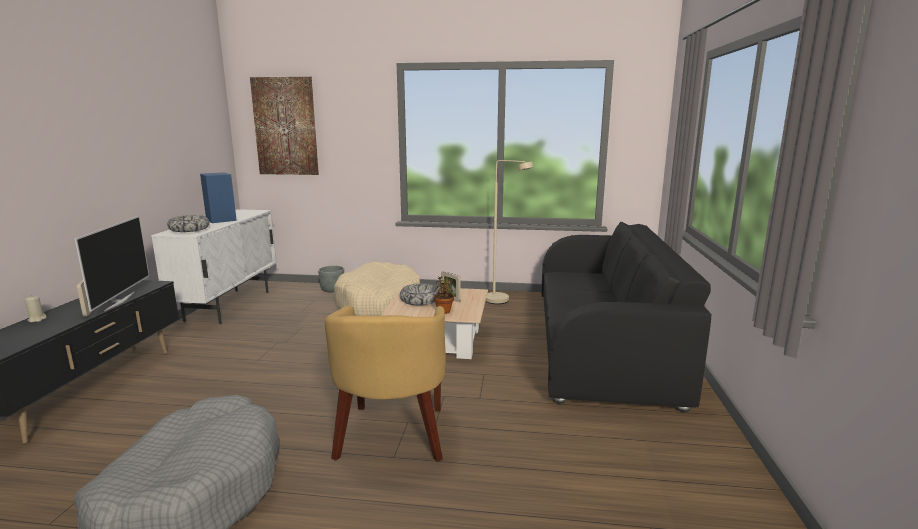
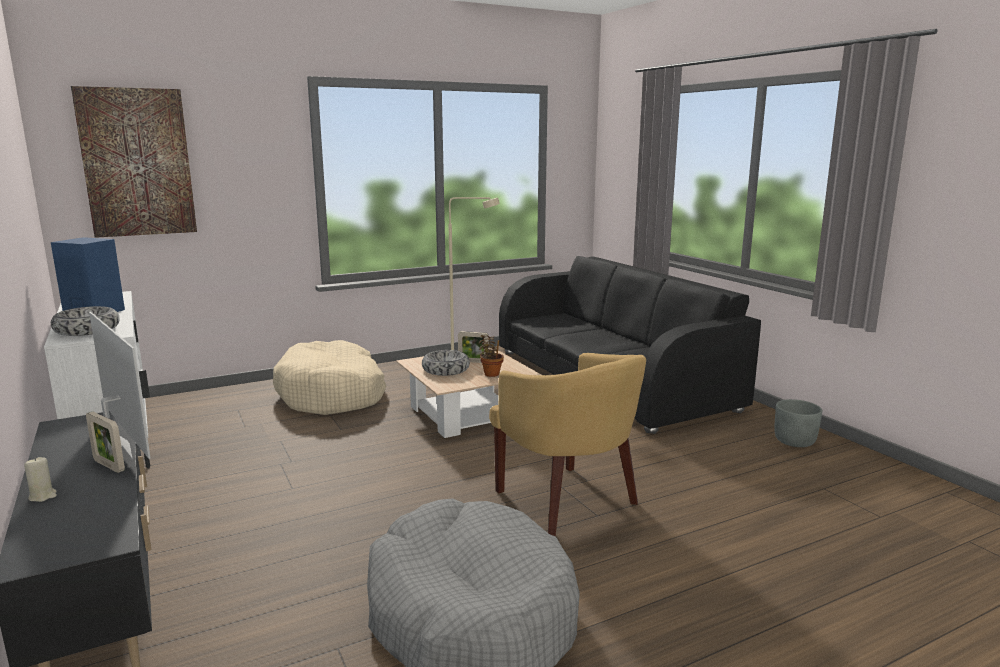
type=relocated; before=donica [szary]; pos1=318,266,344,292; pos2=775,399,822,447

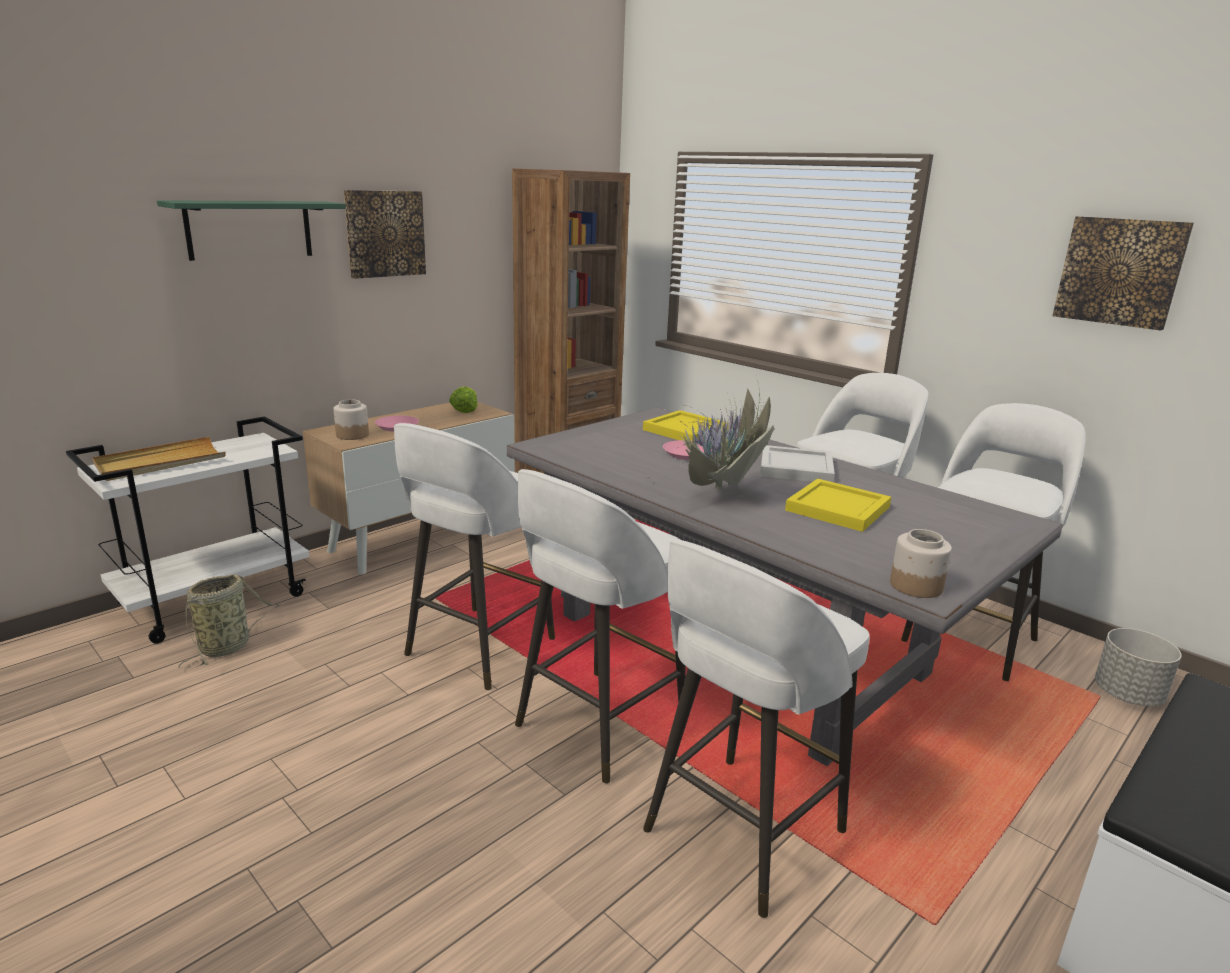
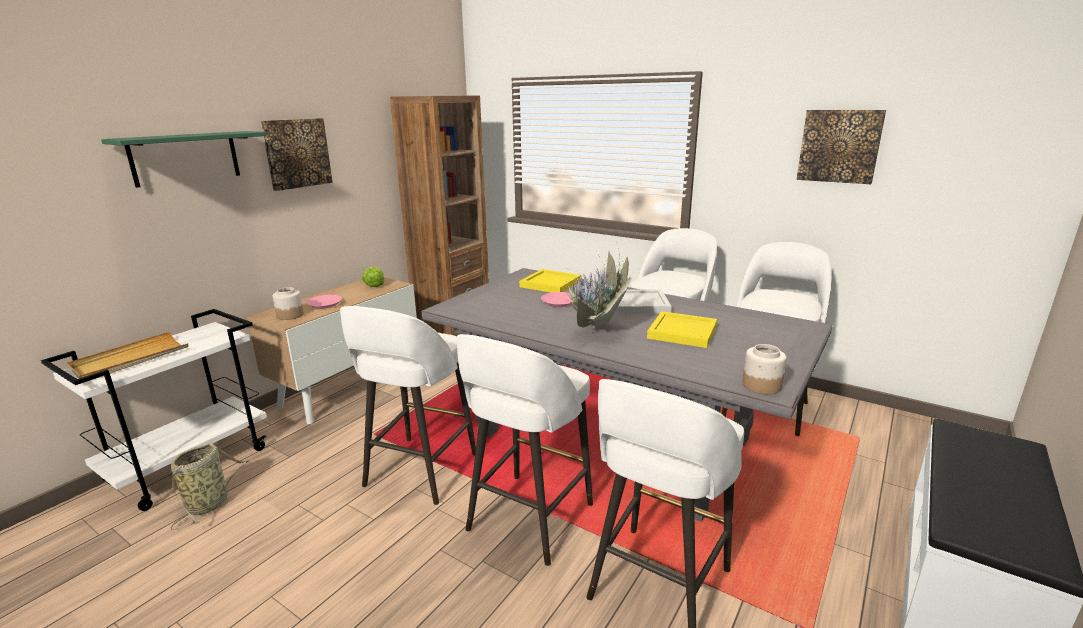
type=missing; before=donica [szary]; pos1=1095,628,1182,706

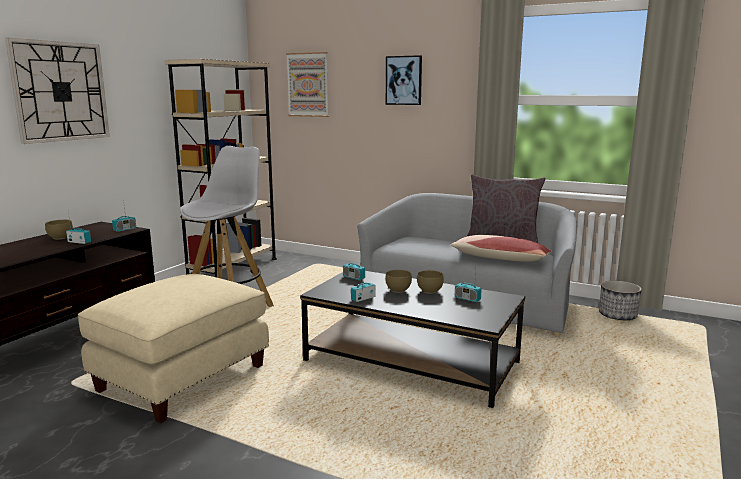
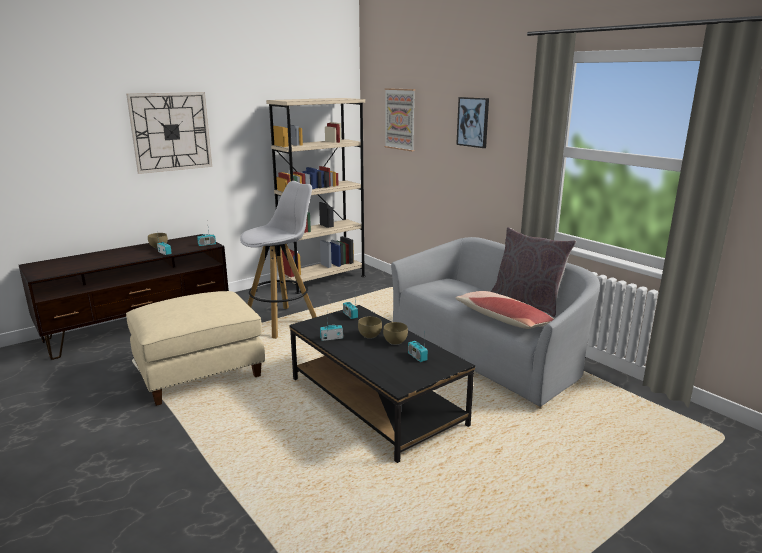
type=missing; before=donica; pos1=599,281,642,320

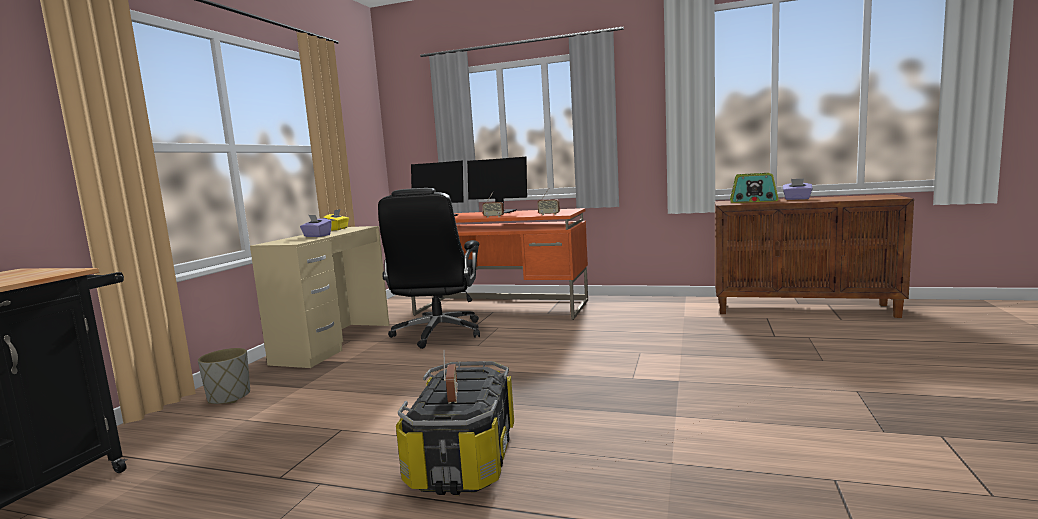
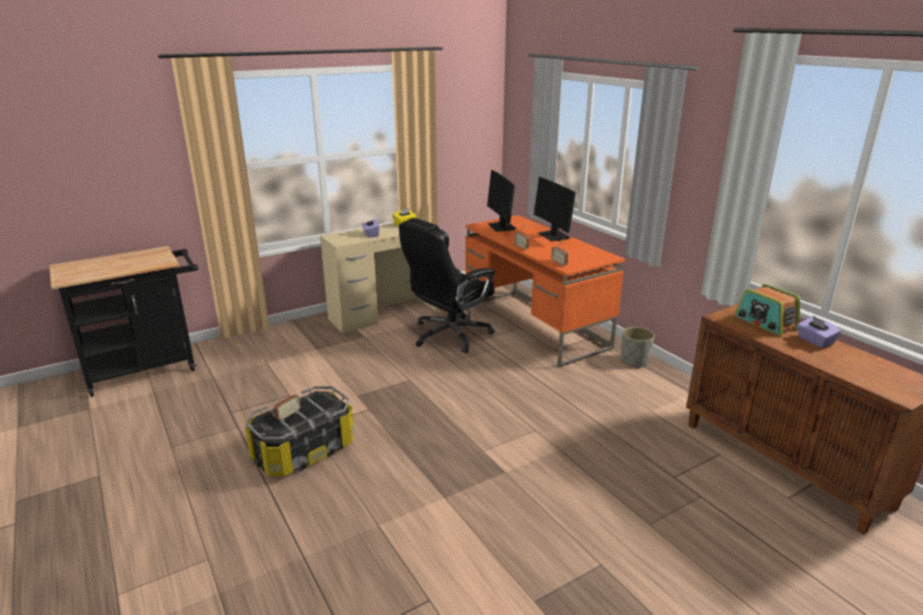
type=relocated; before=donica [szary]; pos1=198,348,250,404; pos2=621,327,655,368

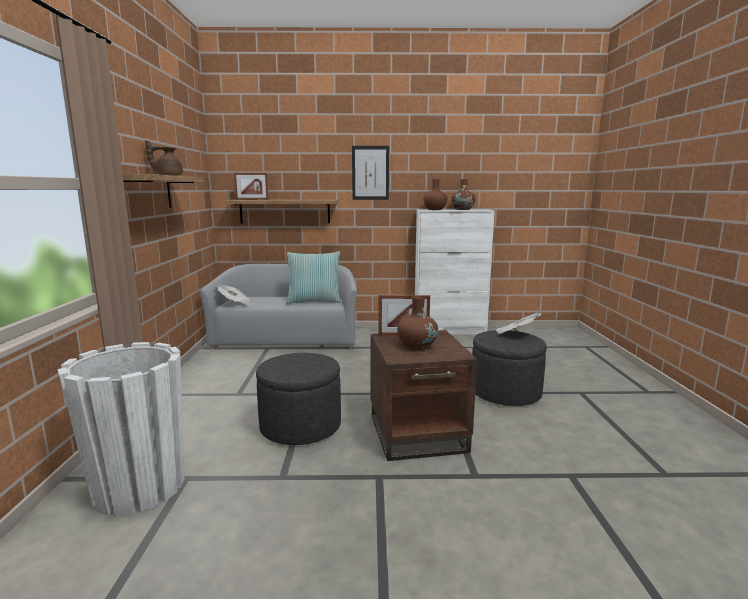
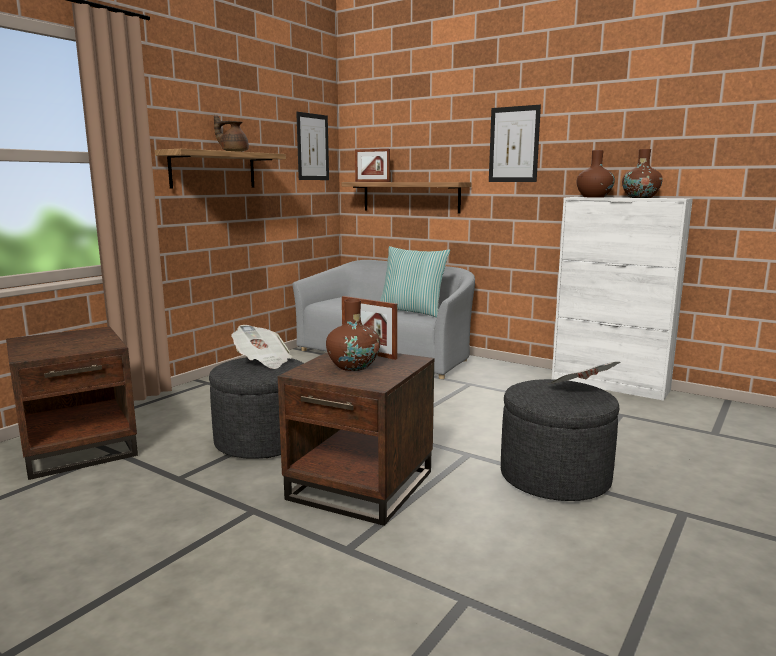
type=appeared; after=obraz; pos2=296,112,329,180
type=relocated; before=gazeta; pos1=217,284,250,305; pos2=231,325,292,369
type=exchanged; before=donica [biały]; after=stolik [brązowy]; pos1=58,342,185,516; pos2=6,327,138,480

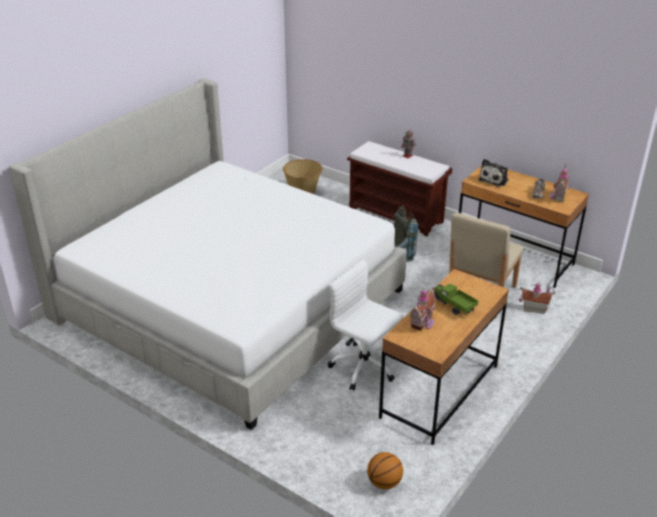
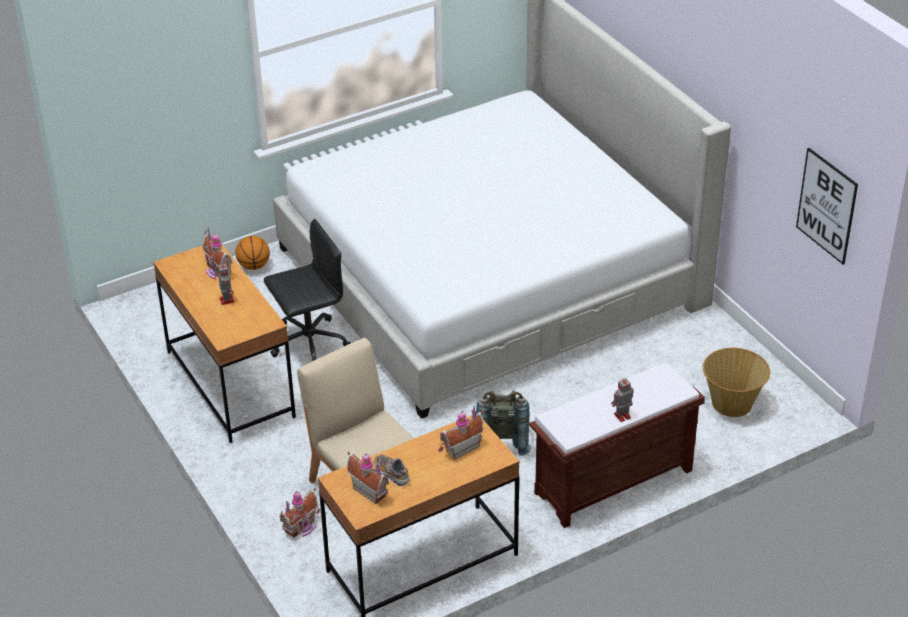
type=appeared; after=obraz; pos2=796,148,858,265
type=relocated; before=piłka do koszykówki; pos1=367,452,403,489; pos2=235,236,270,270
type=exchanged; before=ciężarówka zabawkowa; after=robot zabawkowy; pos1=433,284,478,315; pos2=218,262,235,305
type=exchanged; before=pluszak; after=domek; pos1=479,159,509,186; pos2=438,406,484,460
type=colour; before=krzesło biurowe [biały]; after=krzesło biurowe [czarny]; pos1=328,259,404,391; pos2=264,219,351,361

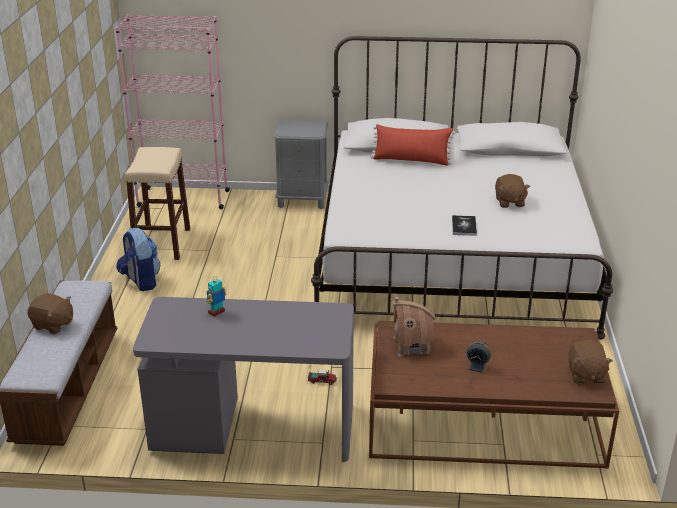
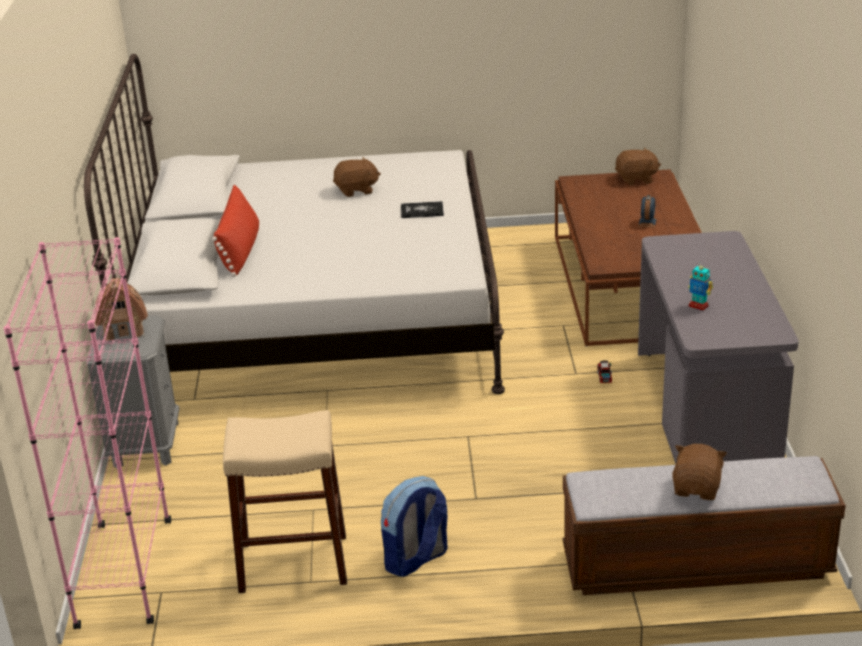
type=relocated; before=domek; pos1=393,297,436,357; pos2=95,278,148,342

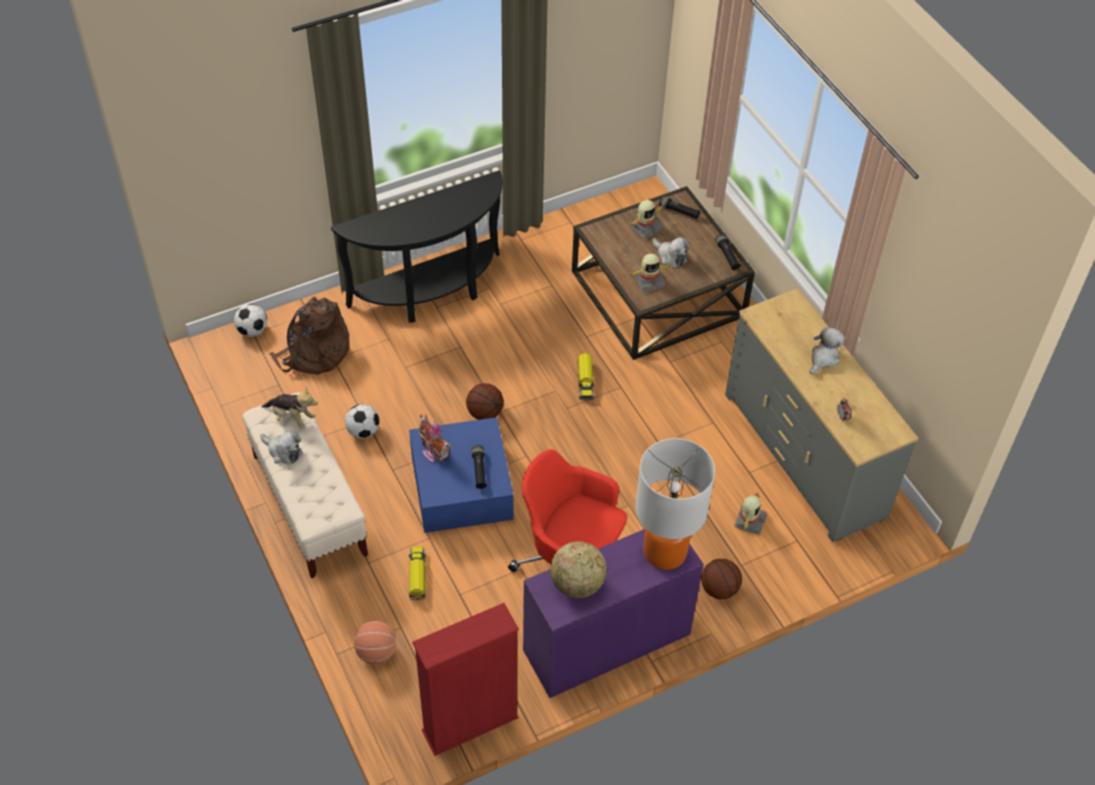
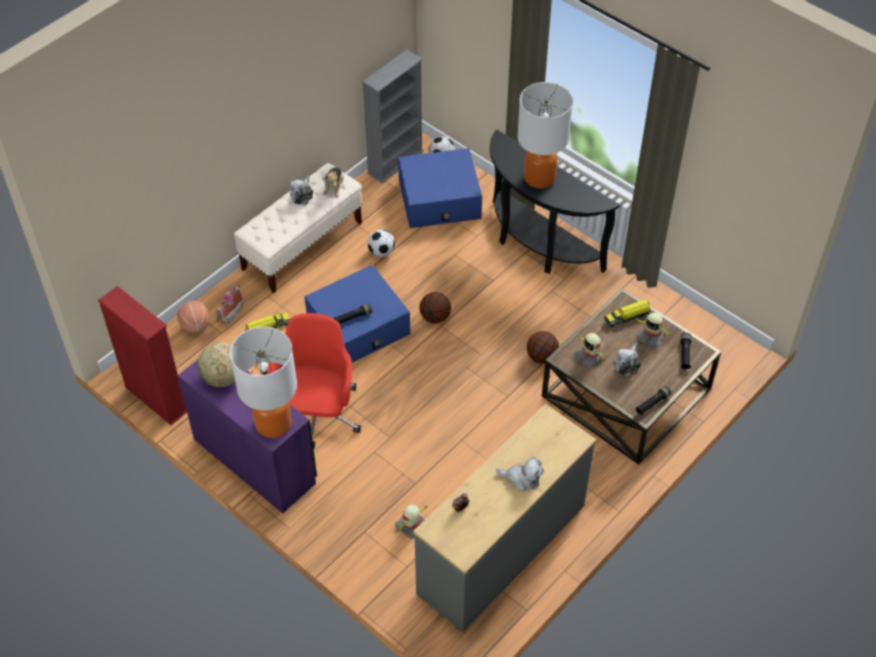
type=appeared; after=regał [szary]; pos2=362,50,424,183
type=appeared; after=lampa stołowa; pos2=517,82,573,189
type=relocated; before=domek; pos1=419,415,452,464; pos2=216,284,243,324
type=relocated; before=ciężarówka zabawkowa; pos1=578,353,594,400; pos2=604,300,651,328
type=relocated; before=piłka do koszykówki; pos1=701,559,742,599; pos2=527,331,559,364
type=exchanged; before=plecak [brązowy]; after=pojemnik do przechowywania [niebieski]; pos1=269,297,350,375; pos2=398,148,482,228
type=spun; before=robot zabawkowy; pos1=734,493,767,535; pos2=395,503,429,539; turn=135

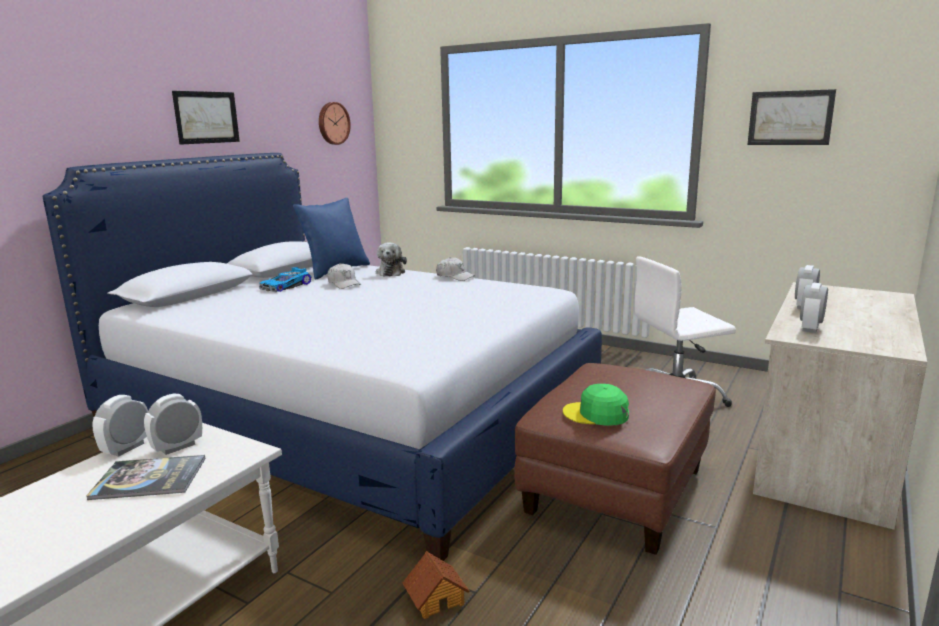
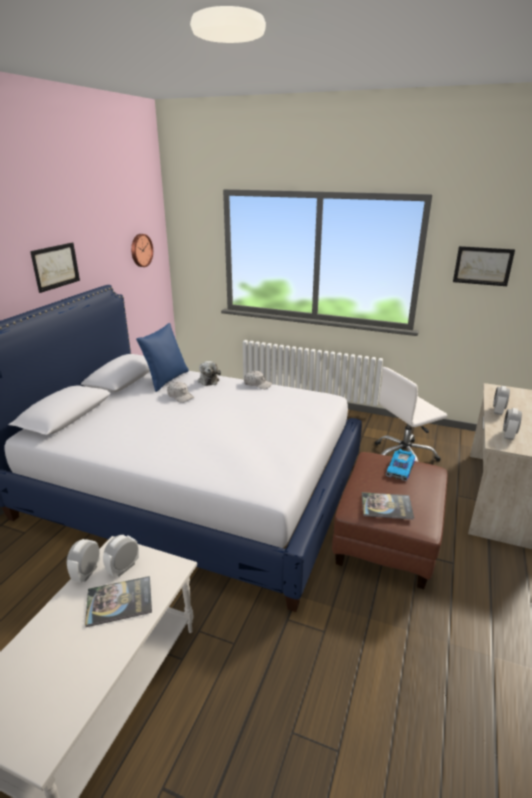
type=missing; before=domek; pos1=403,551,469,619
type=relocated; before=samochodzik; pos1=259,267,311,292; pos2=386,449,415,481
type=exchanged; before=czapka z daszkiem [zielony]; after=książka; pos1=563,384,629,426; pos2=362,492,414,520

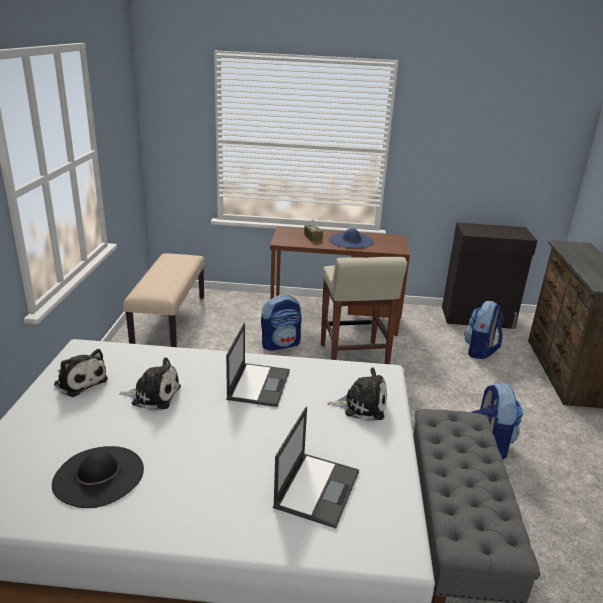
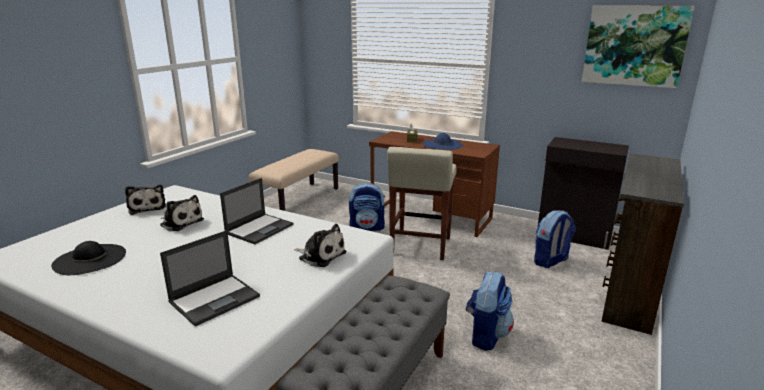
type=appeared; after=obraz; pos2=582,6,695,88

